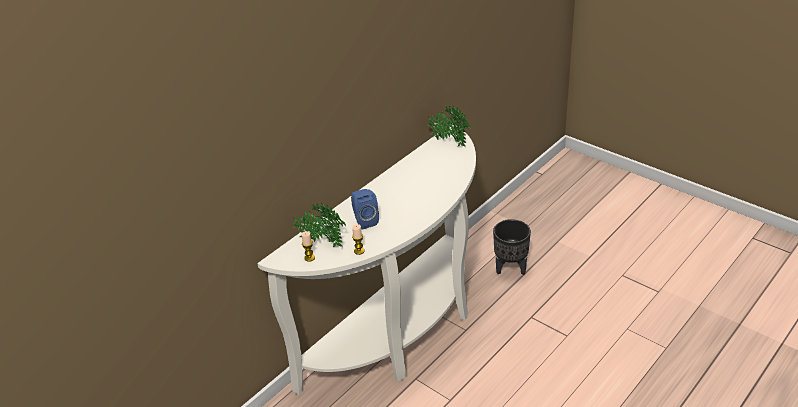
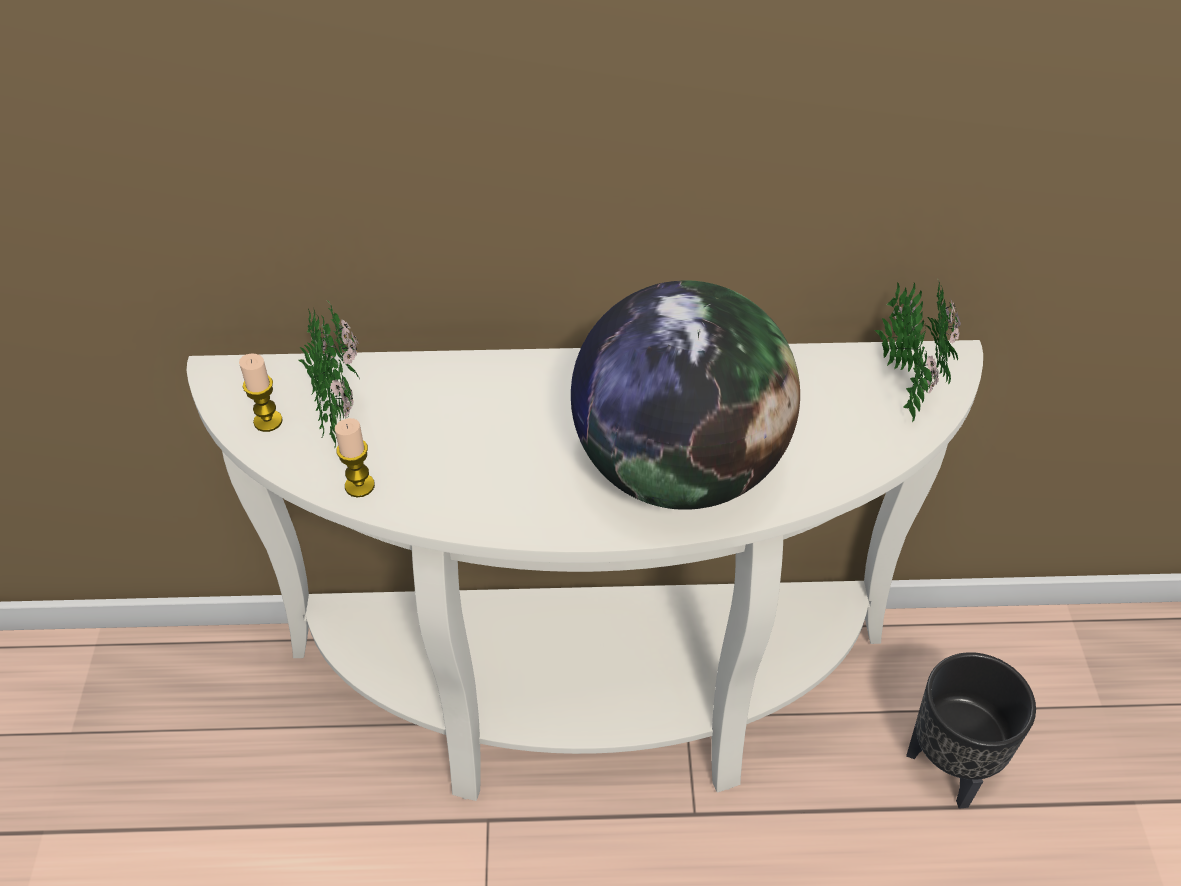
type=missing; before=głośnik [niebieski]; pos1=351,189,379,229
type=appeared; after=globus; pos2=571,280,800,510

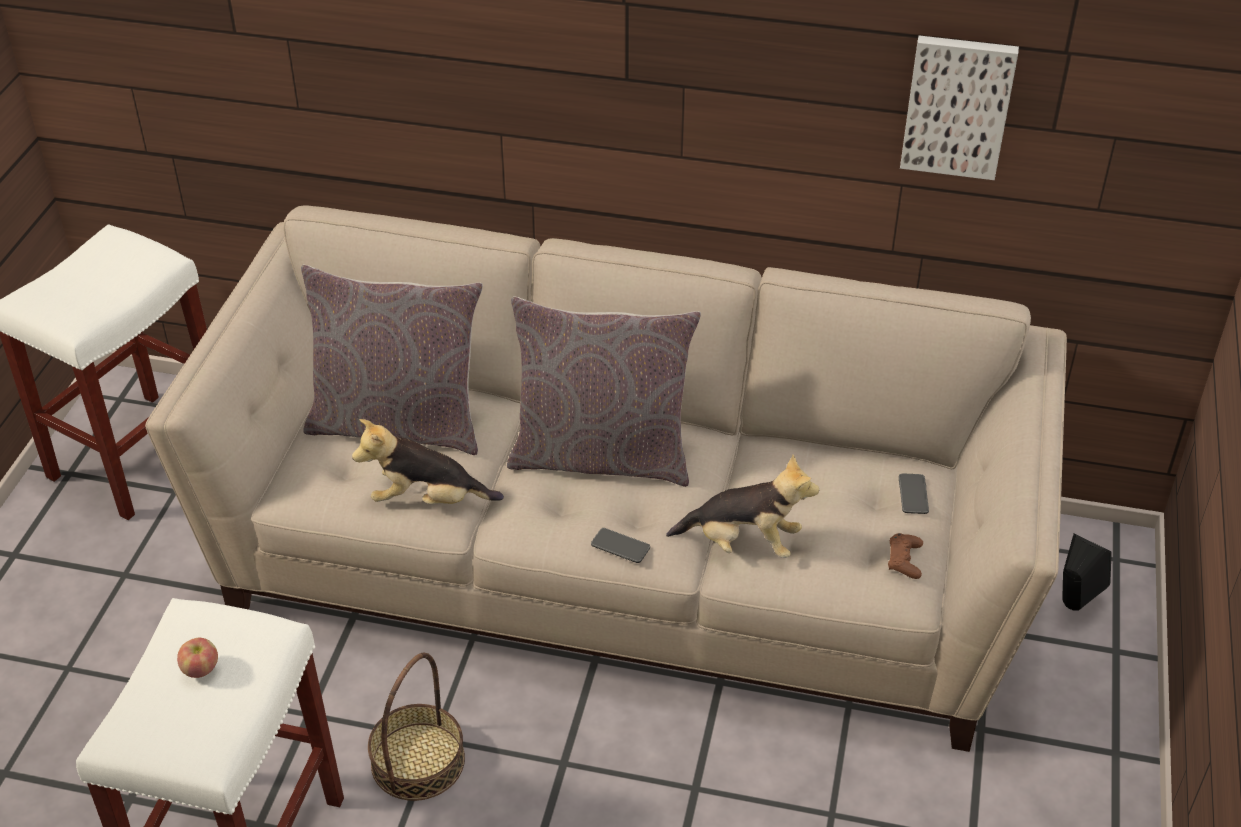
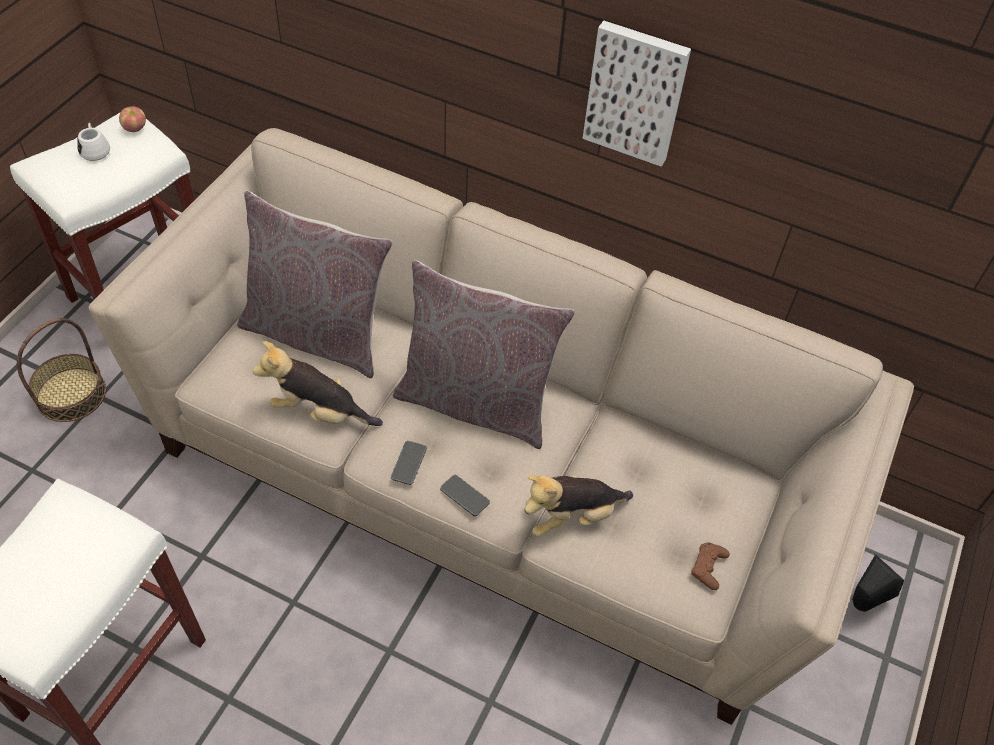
type=appeared; after=kubek [biały]; pos2=77,123,110,161
type=relocated; before=jabłko; pos1=177,638,218,678; pos2=119,106,146,132
type=relocated; before=koszyk; pos1=368,652,465,801; pos2=17,318,106,422
type=relocated; before=telefon; pos1=899,474,929,514; pos2=391,441,427,485
type=relocated; before=obraz; pos1=900,35,1019,180; pos2=583,21,691,167
type=spun; before=pluszak; pos1=666,454,819,558; pos2=524,475,633,536; turn=135

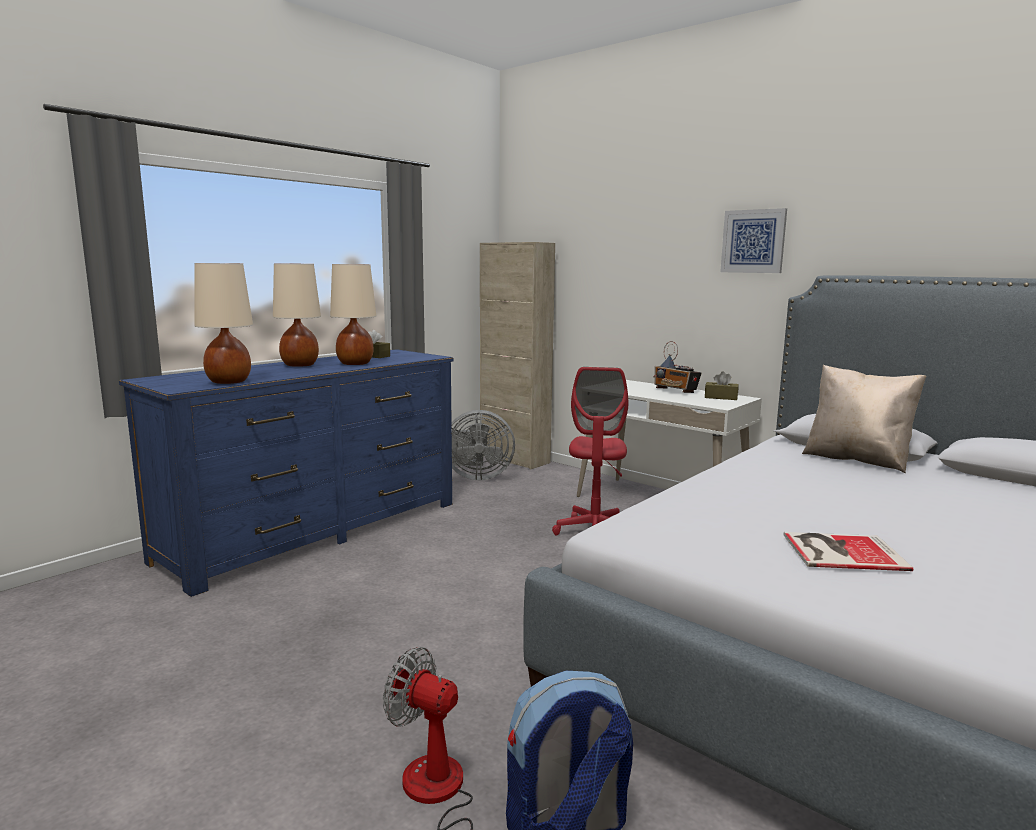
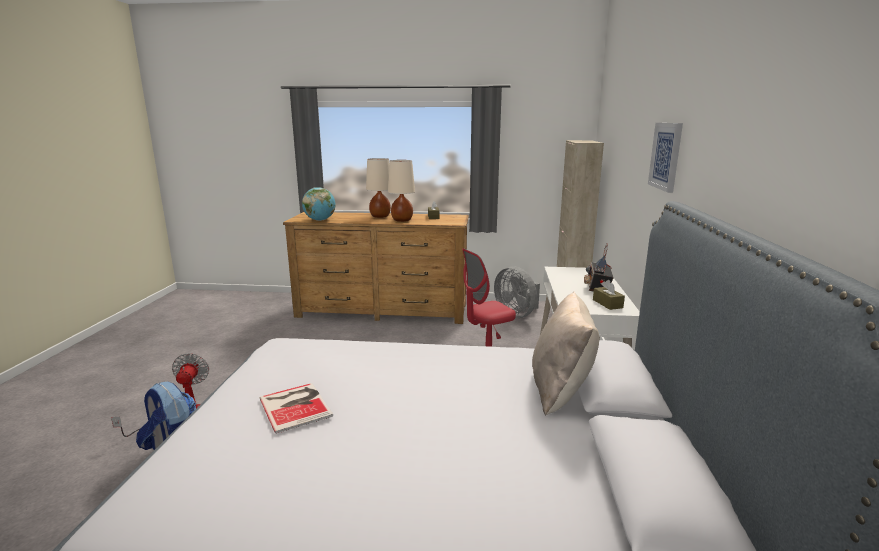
type=exchanged; before=lampa stołowa [beżowy]; after=globus; pos1=194,263,253,384; pos2=302,187,336,221
type=colour; before=komoda [niebieski]; after=komoda [brązowy]; pos1=119,349,454,597; pos2=283,212,469,324

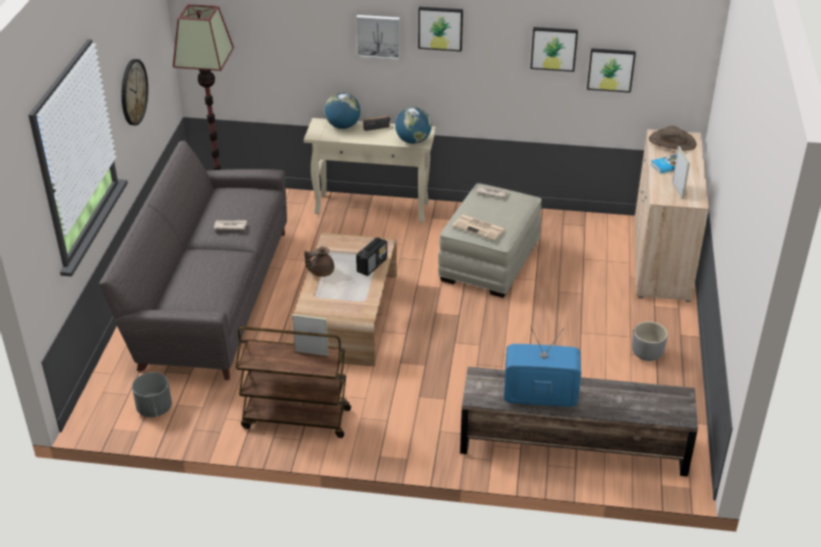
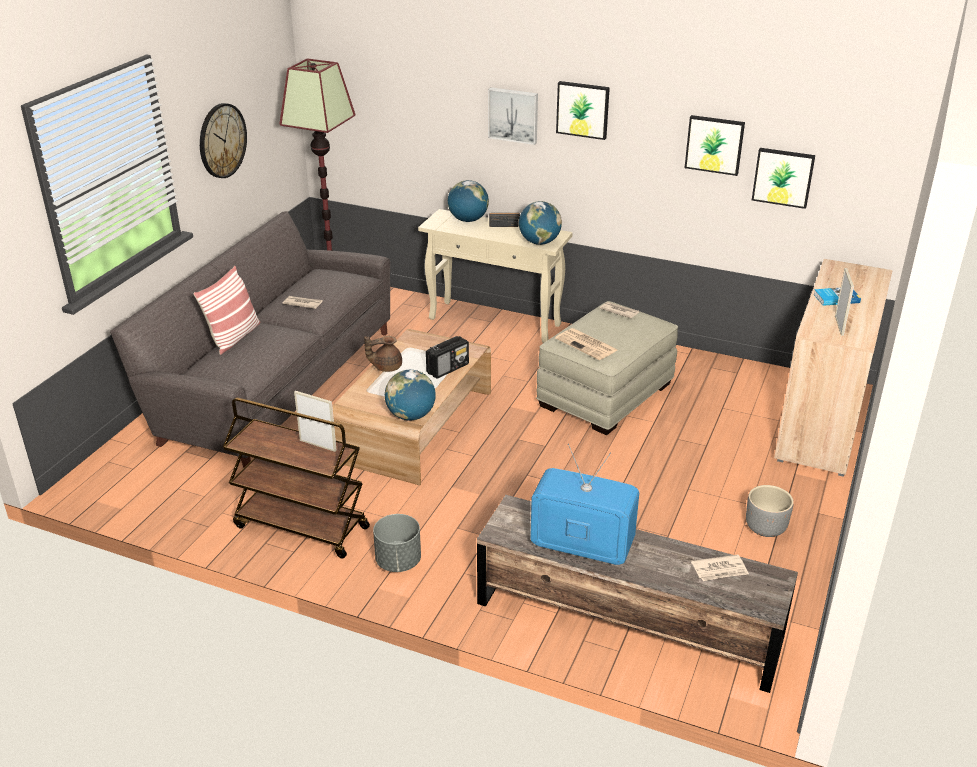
type=missing; before=kapelusz [brązowy]; pos1=649,126,696,150
type=appeared; after=poduszka; pos2=193,266,260,355
type=appeared; after=globus; pos2=385,370,436,420
type=appeared; after=gazeta; pos2=691,555,749,581
type=relocated; before=donica [szary]; pos1=132,372,172,417; pos2=373,514,421,572

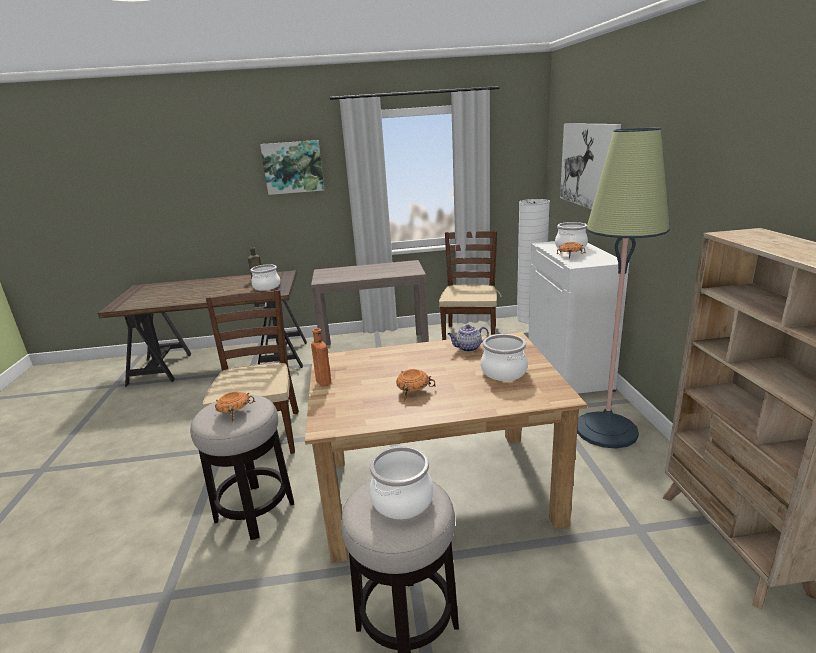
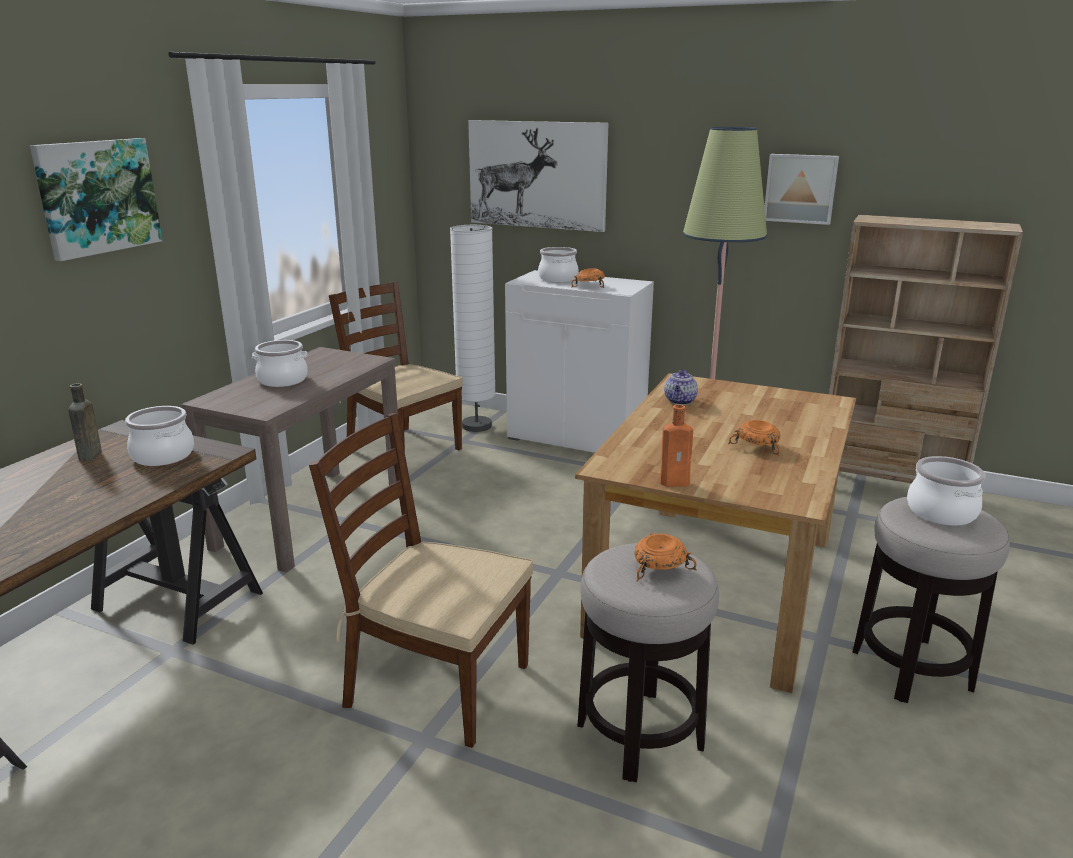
type=appeared; after=obraz; pos2=764,154,839,225
type=relocated; before=garnek; pos1=481,334,528,381; pos2=252,340,308,387

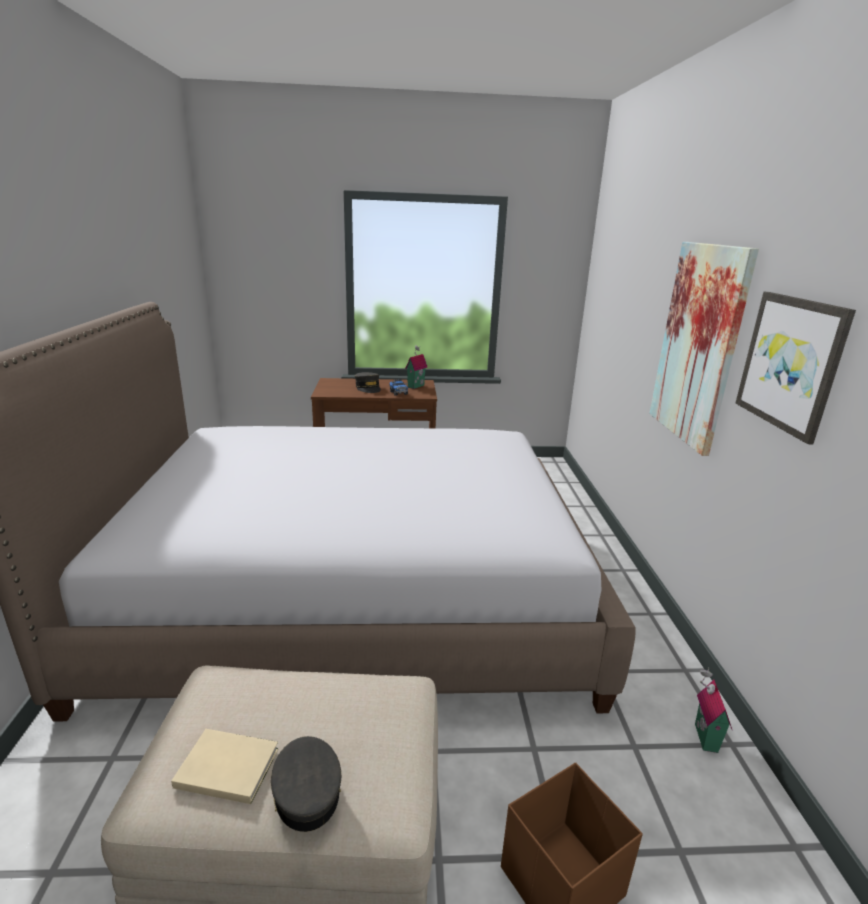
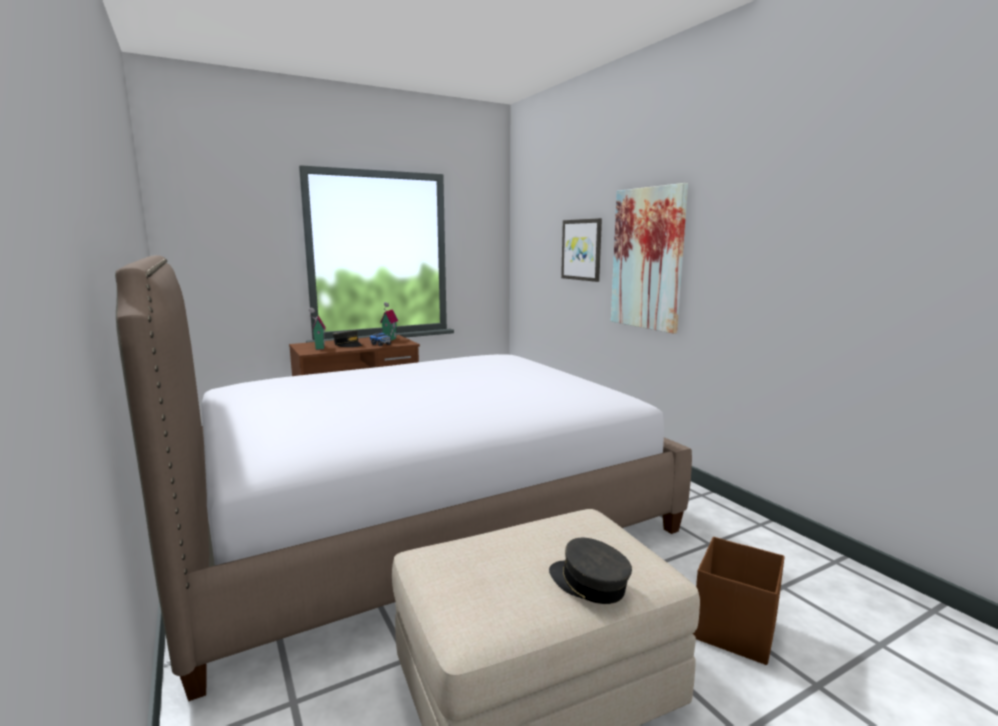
type=missing; before=książka [beżowy]; pos1=171,729,279,804
type=relocated; before=domek; pos1=695,667,732,753; pos2=309,308,326,350
type=relocated; before=obraz; pos1=735,292,856,444; pos2=561,218,602,282

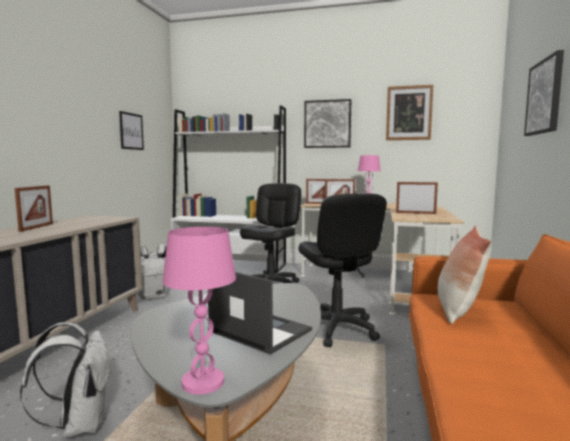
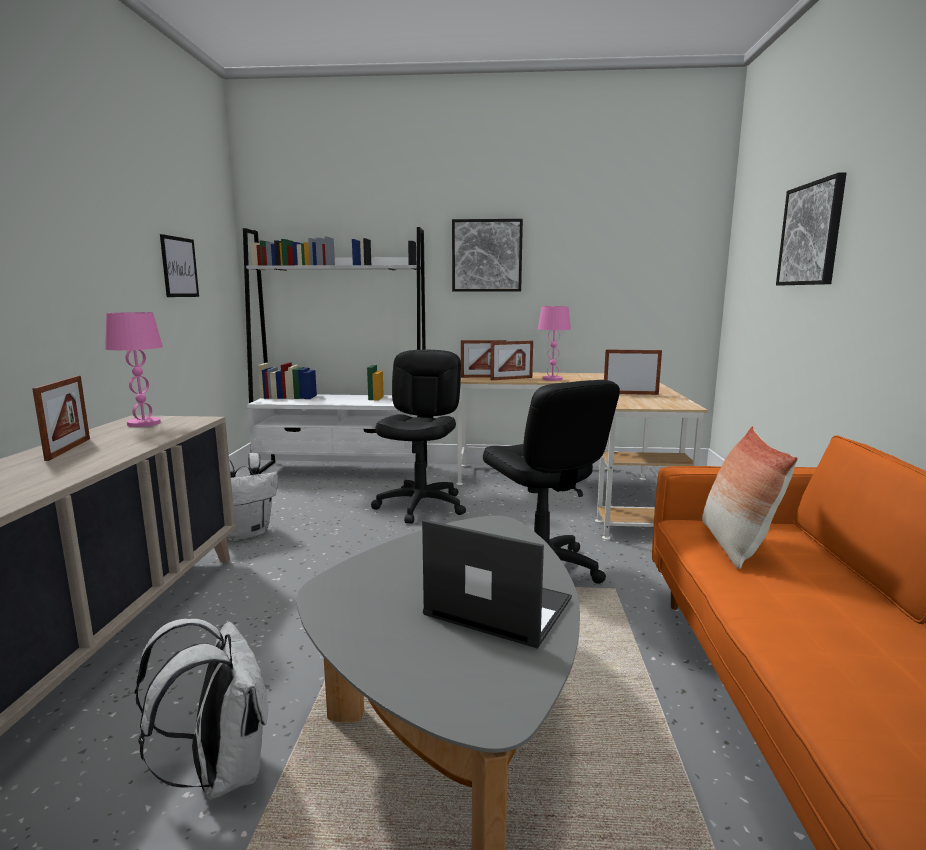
type=missing; before=obraz; pos1=386,85,433,140
type=relocated; before=lampa stołowa [różowy]; pos1=163,227,236,395; pos2=105,312,163,427

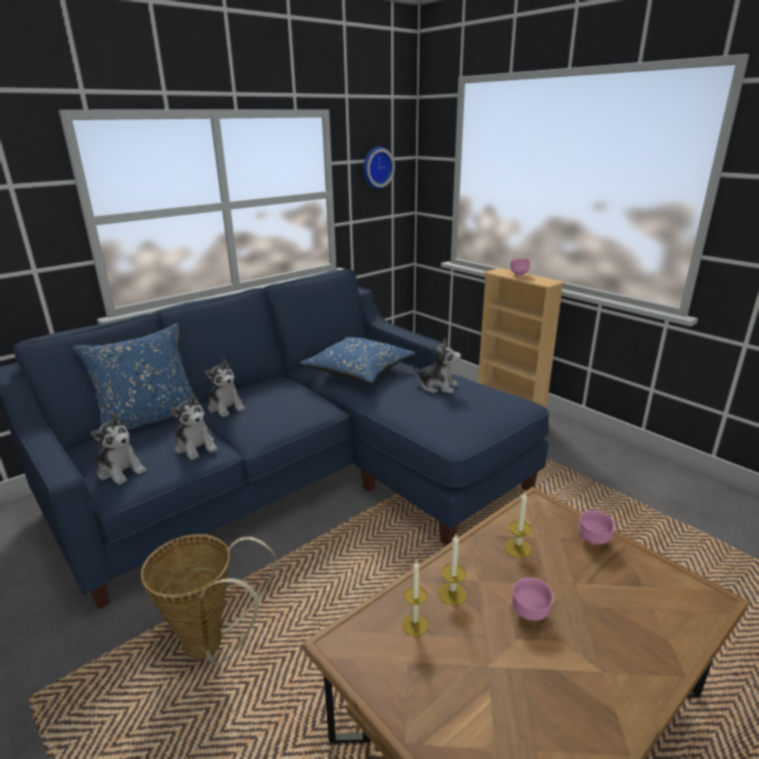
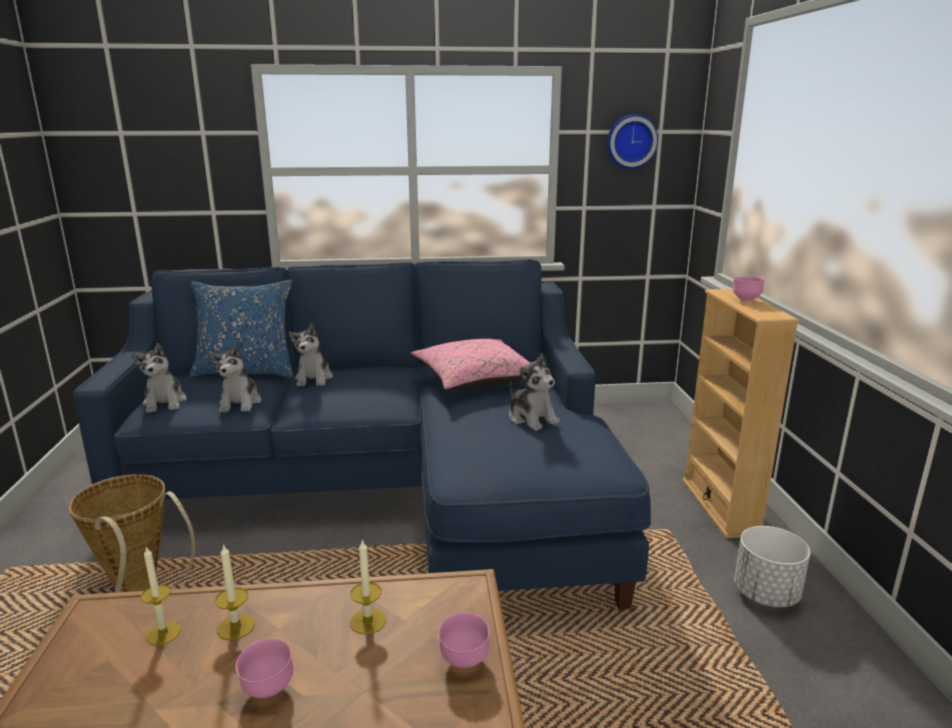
type=appeared; after=donica [biały]; pos2=734,526,810,608
type=colour; before=poduszka [niebieski]; after=poduszka [różowy]; pos1=299,336,416,383; pos2=410,339,530,390

